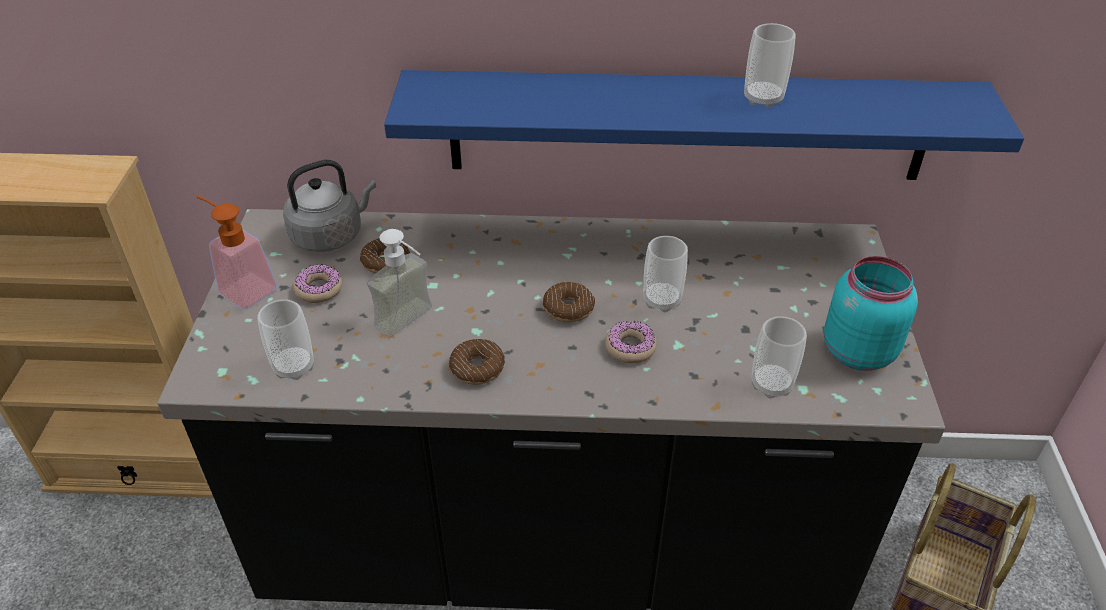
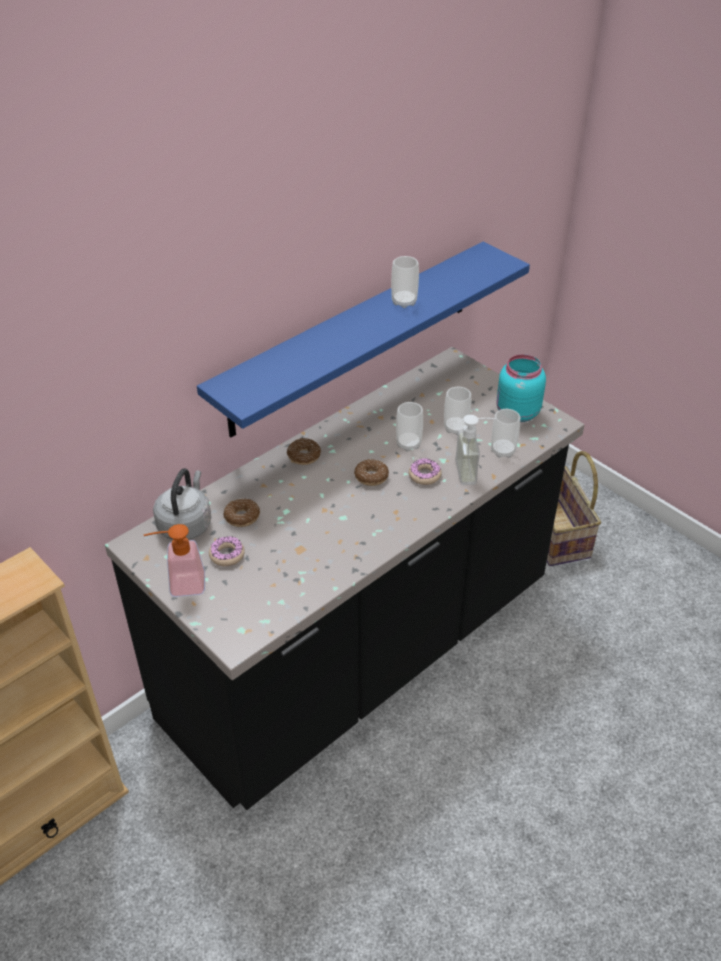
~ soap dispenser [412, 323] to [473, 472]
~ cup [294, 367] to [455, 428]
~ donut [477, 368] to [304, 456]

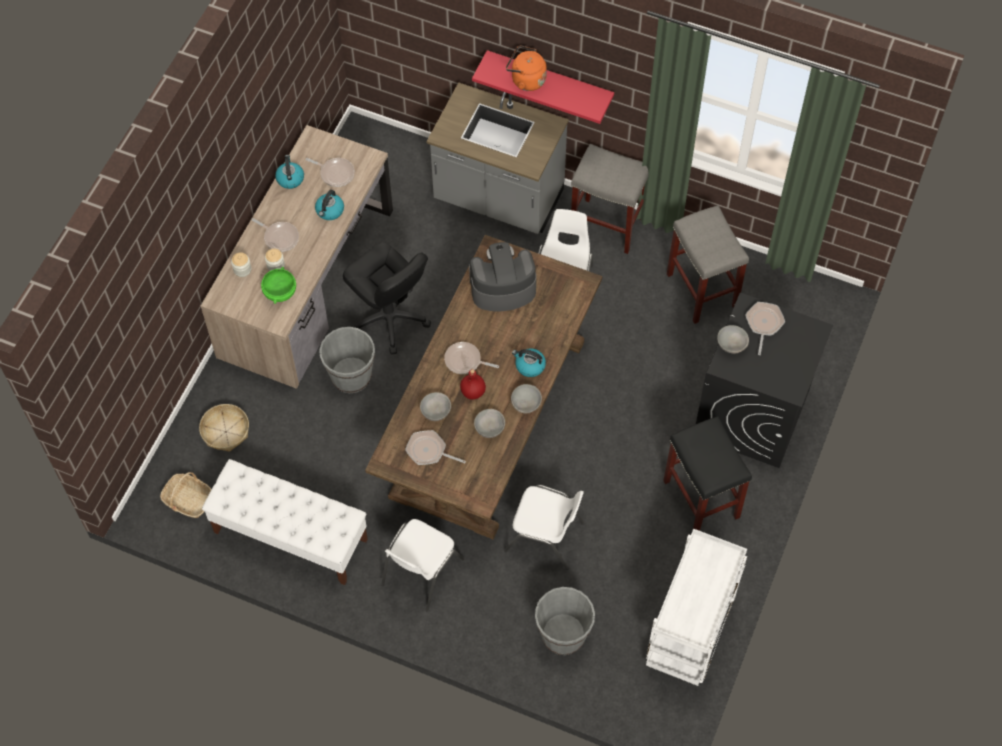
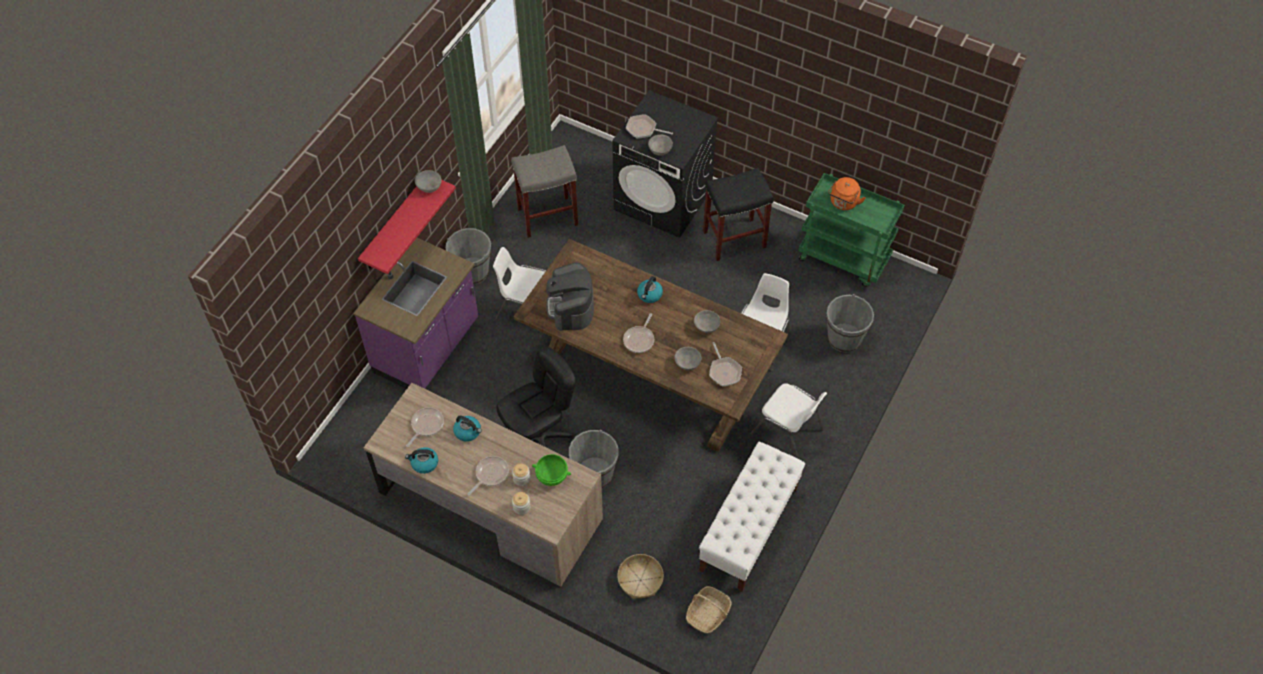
~ orange kettle [526, 79] to [843, 203]
~ grey counter [498, 198] to purple counter [428, 348]
~ grey stool [608, 225] to grey bucket [472, 271]
- red bottle [473, 392]
~ grey bowl [526, 404] to [429, 187]
~ frying pan [429, 451] = [724, 371] 45 degrees counterclockwise
~ white cart [690, 633] to green cart [844, 259]

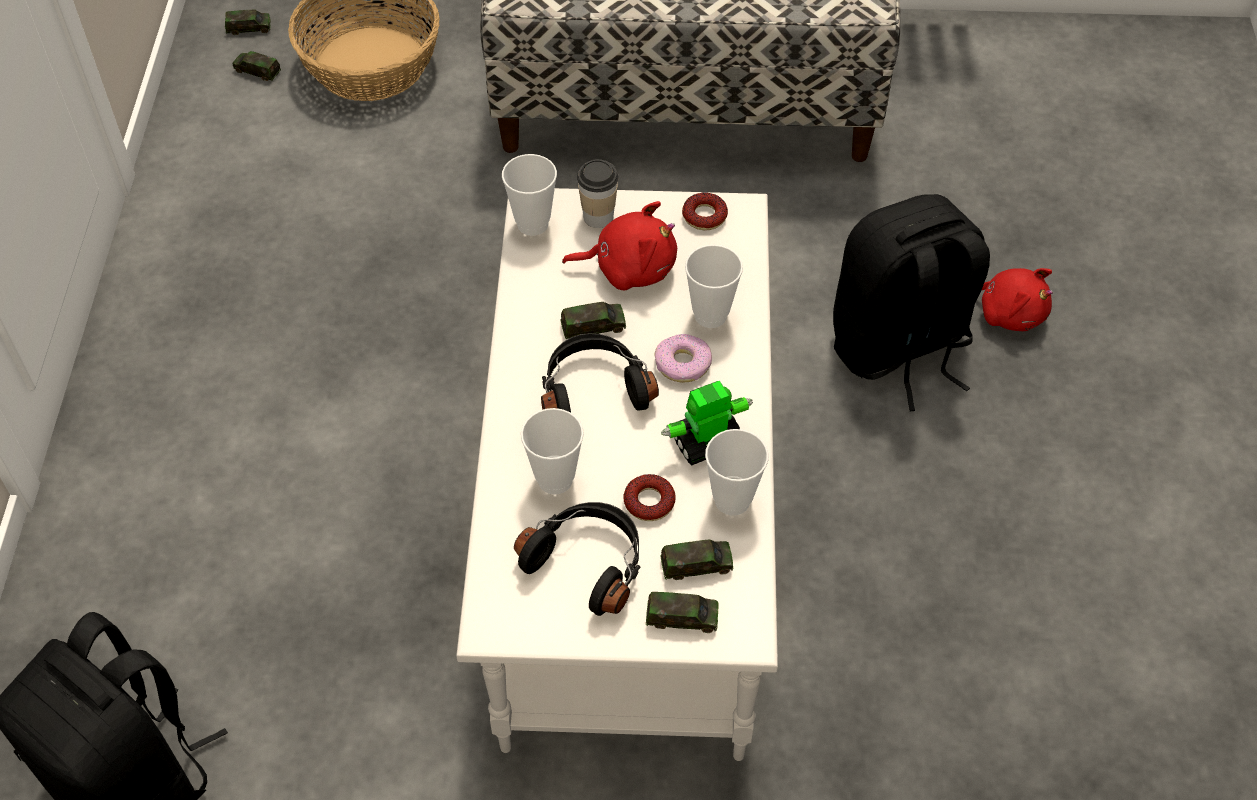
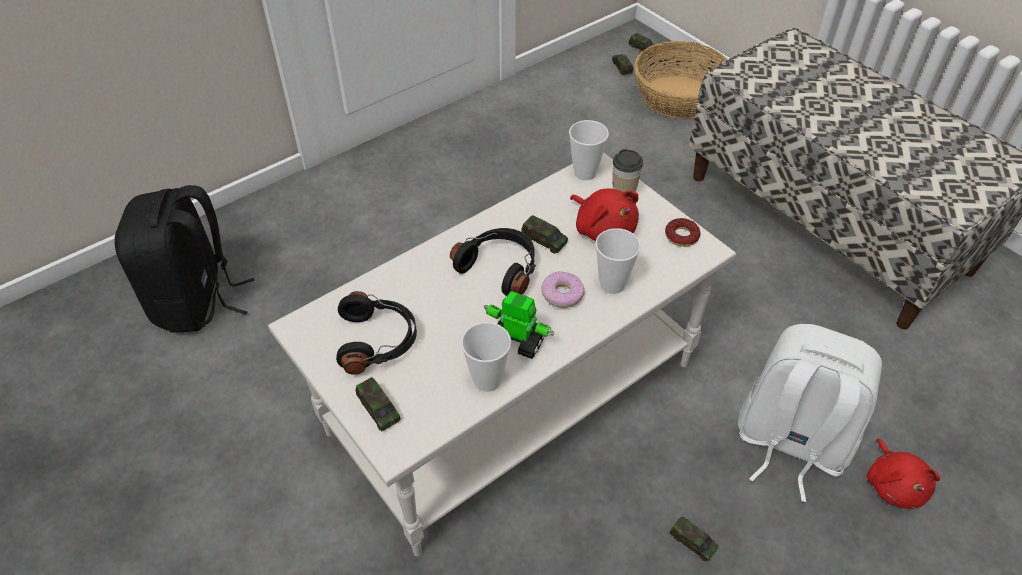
~ black backpack [899, 349] to white backpack [790, 442]
- cup [555, 479]
- donut [649, 502]
~ toy car [696, 565] to [692, 542]

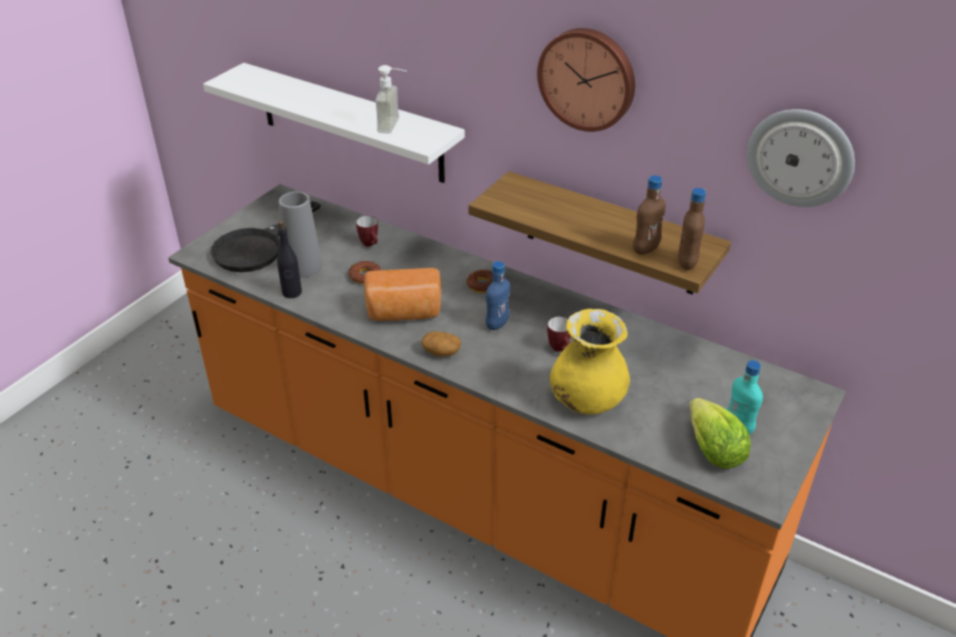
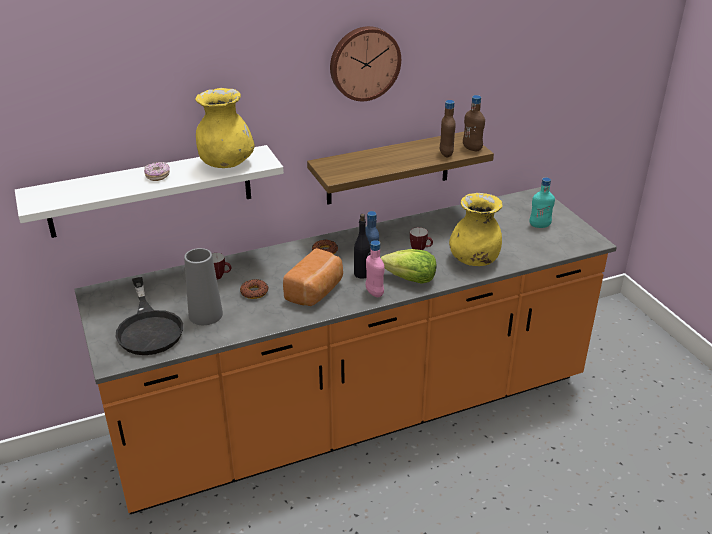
~ soap dispenser [395, 126] to yellow vase [226, 164]
- wall clock [800, 157]
~ black bottle [292, 293] to [362, 274]
~ potato [441, 352] to pink bottle [374, 293]
~ lettuce [713, 451] to [410, 279]
+ donut [158, 176]

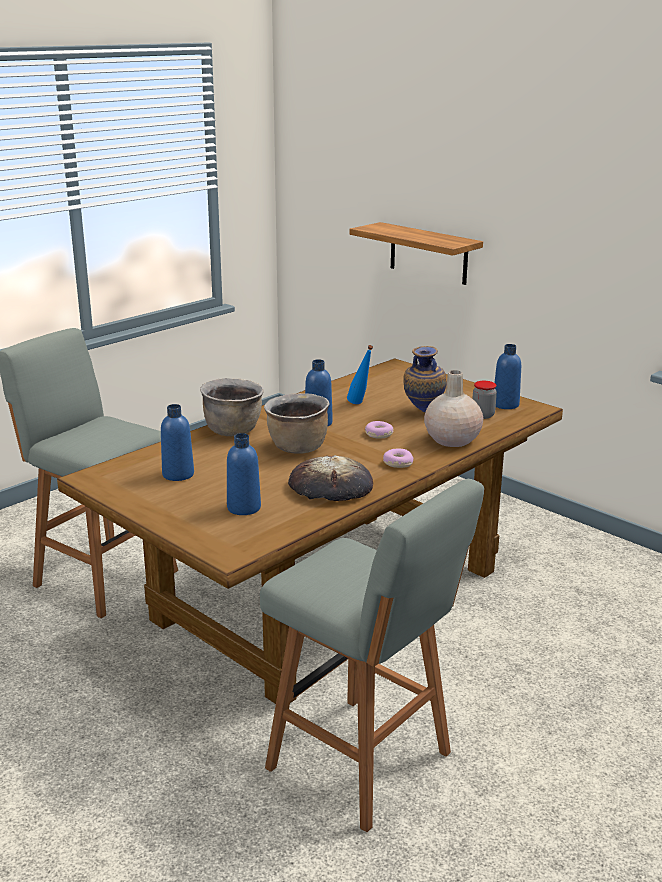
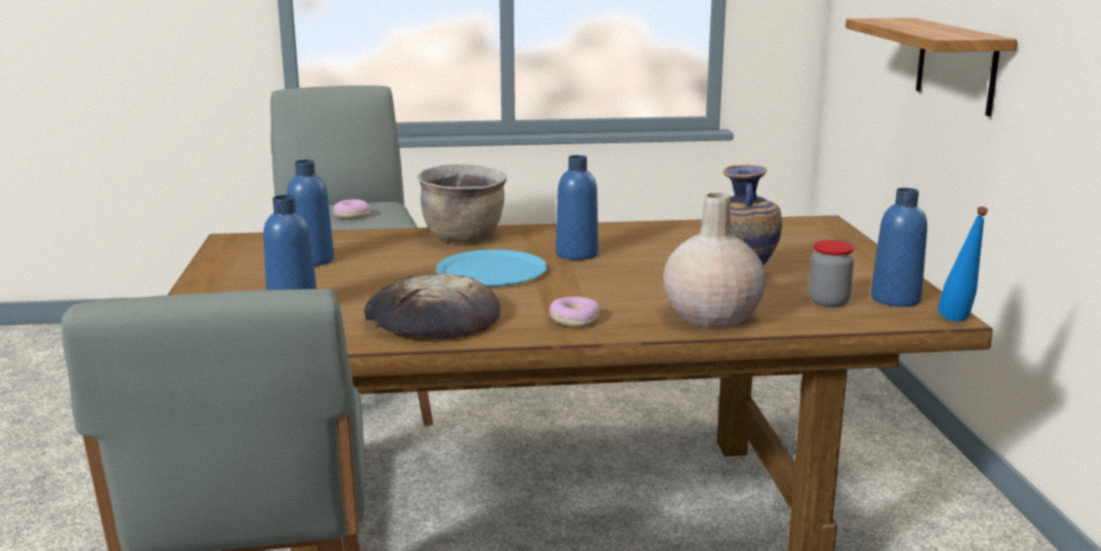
~ blue bottle [360, 404] to [958, 323]
~ brown cooking pot [297, 448] to blue plate [491, 271]
~ donut [379, 434] to [351, 215]

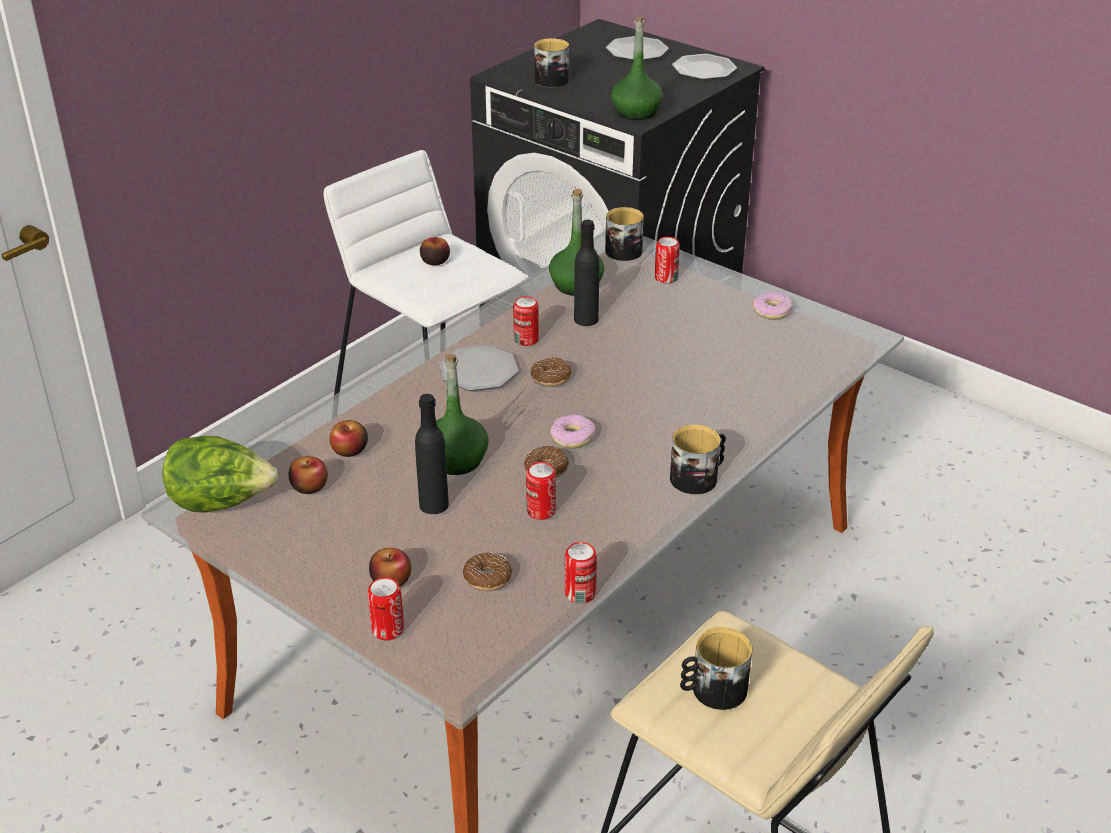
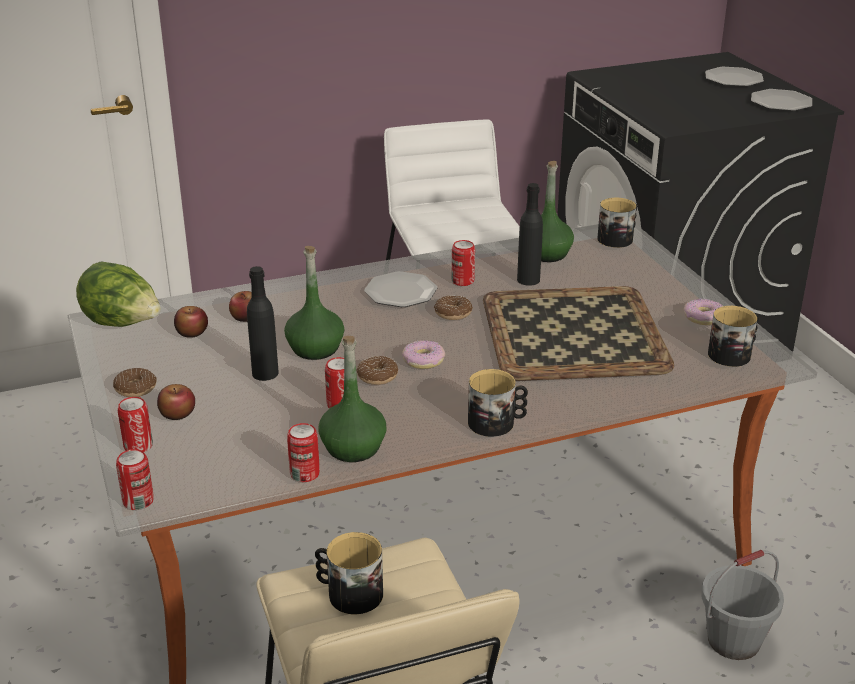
~ green bottle [636, 112] to [353, 447]
~ mug [554, 79] to [733, 353]
- apple [435, 261]
~ can [666, 278] to [138, 501]
~ donut [488, 578] to [135, 388]
+ tray [575, 333]
+ grey bucket [733, 641]

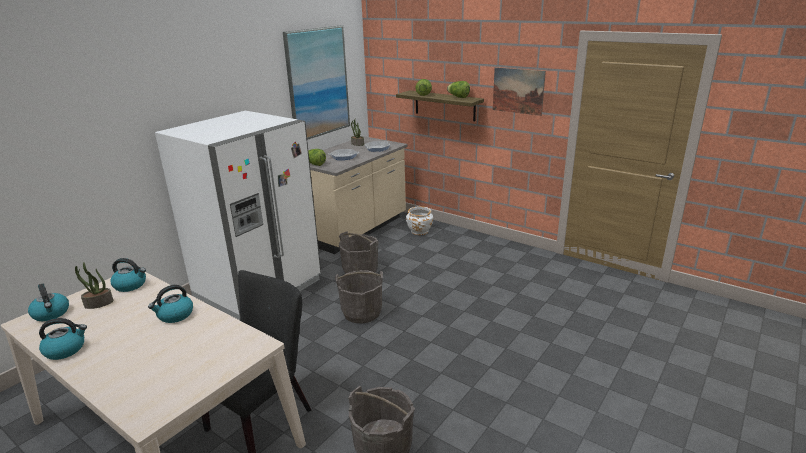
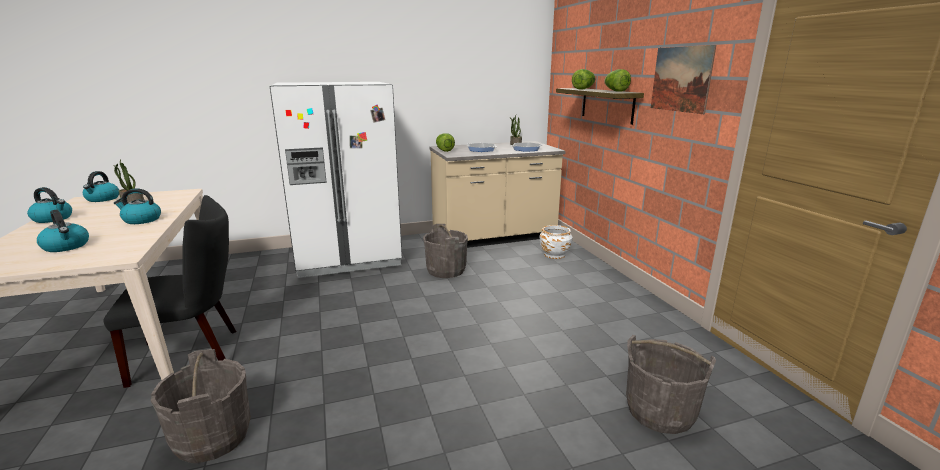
- picture [318, 83]
~ kettle [131, 285] to [66, 246]
~ grey bucket [362, 312] to [660, 411]

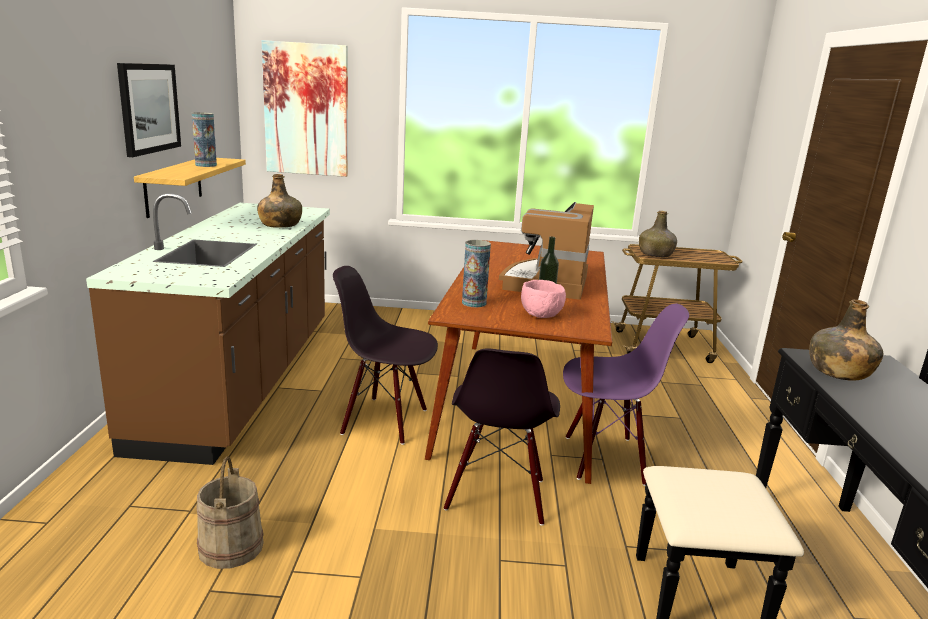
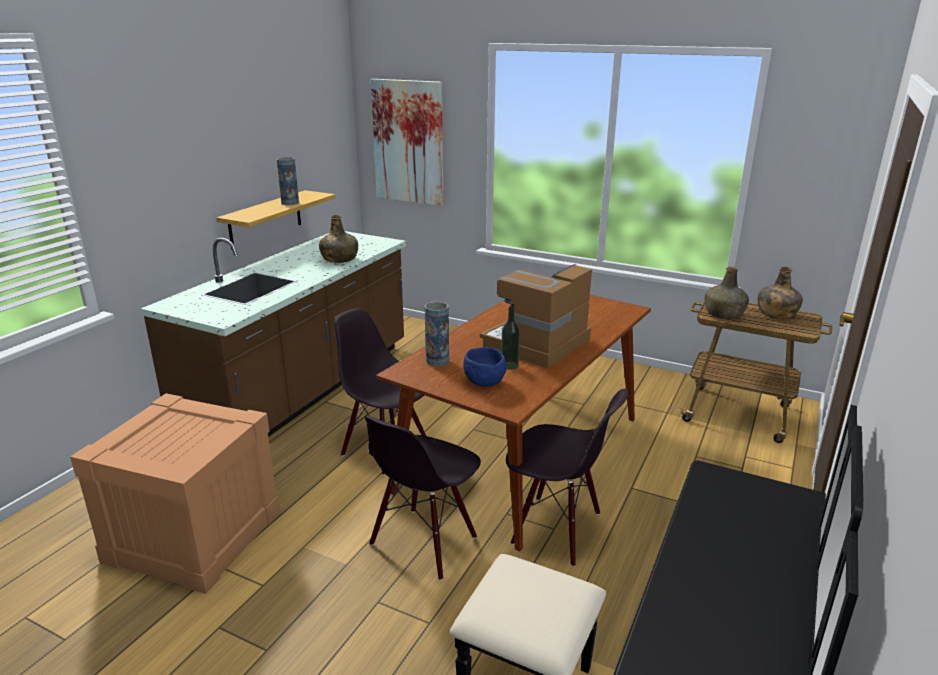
- picture [149, 108]
~ pink bowl [540, 315] to blue bowl [483, 382]
~ green bottle [838, 372] to [776, 313]
~ purple chair [605, 459] to black chair [556, 529]
~ beige bucket [230, 547] to crate [194, 535]

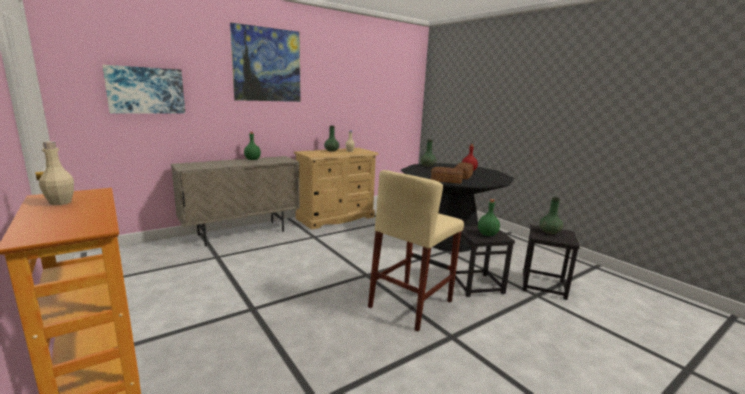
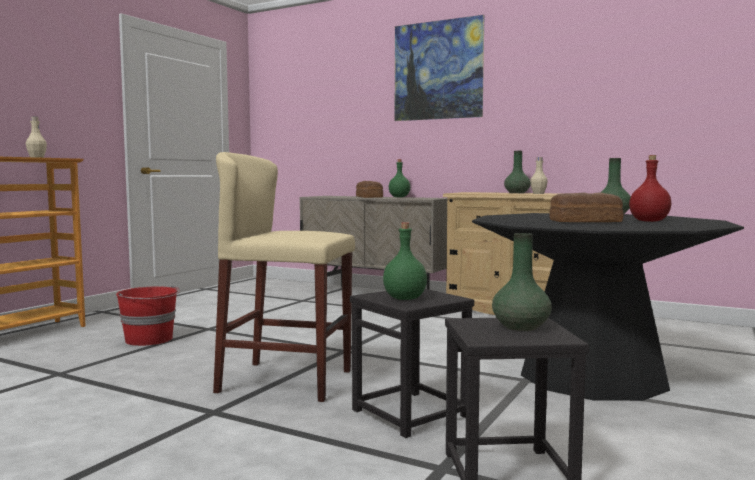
- picture [146, 90]
~ bread [446, 181] to [368, 197]
+ red bucket [150, 339]

